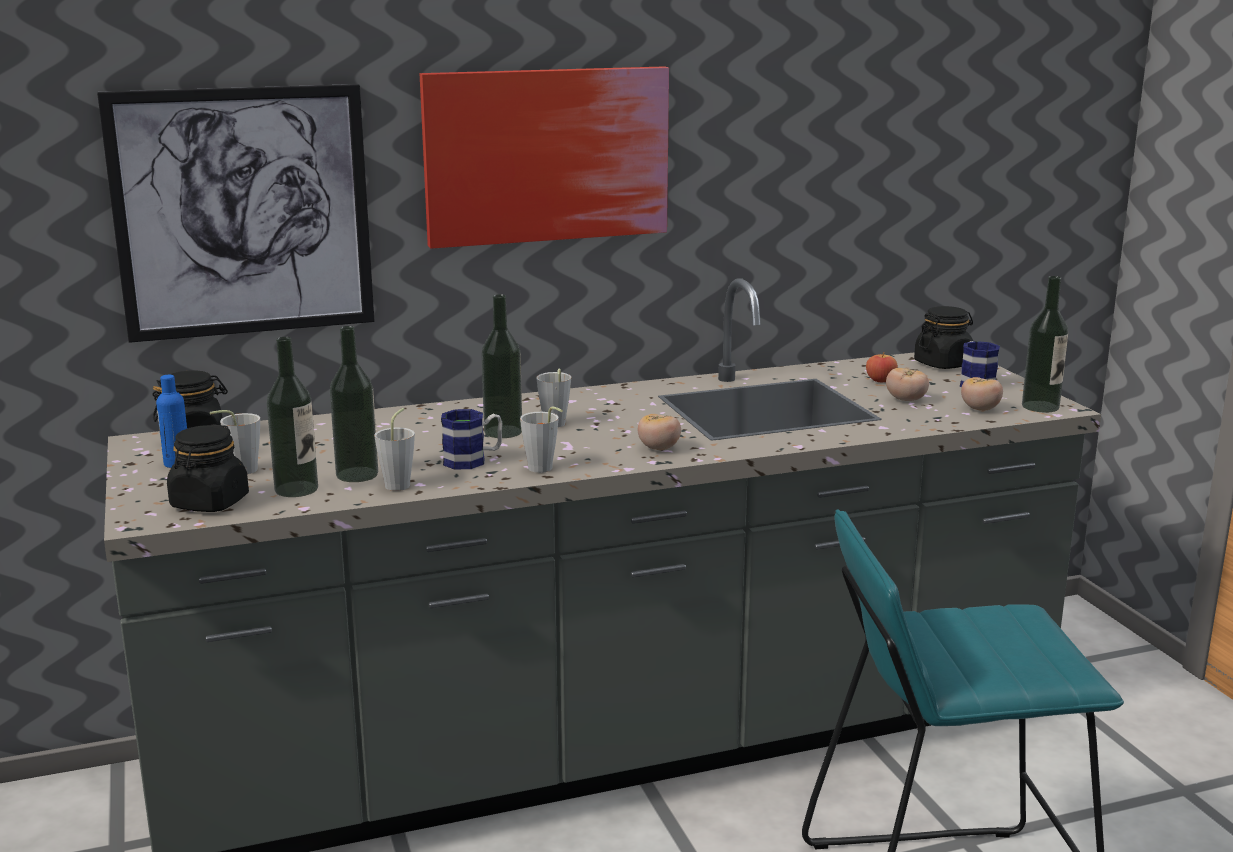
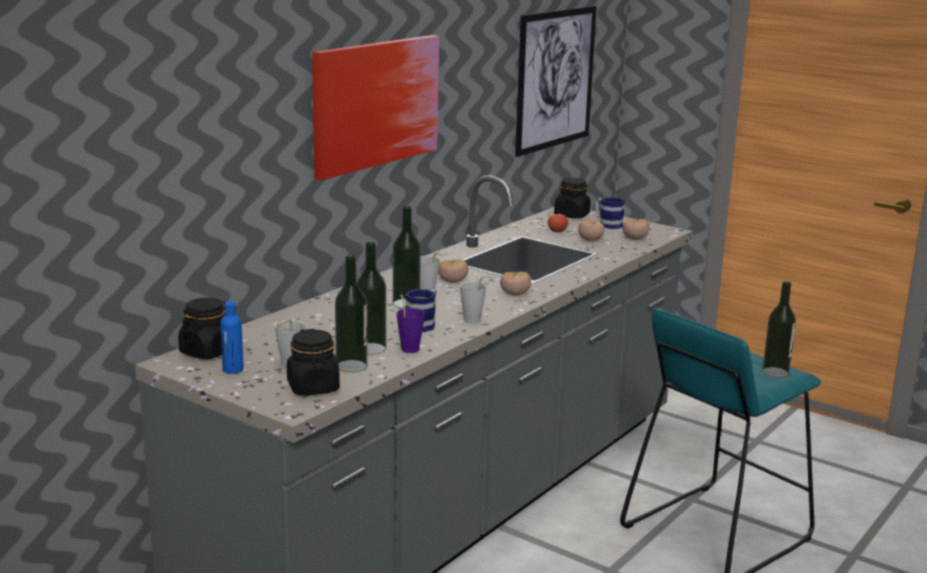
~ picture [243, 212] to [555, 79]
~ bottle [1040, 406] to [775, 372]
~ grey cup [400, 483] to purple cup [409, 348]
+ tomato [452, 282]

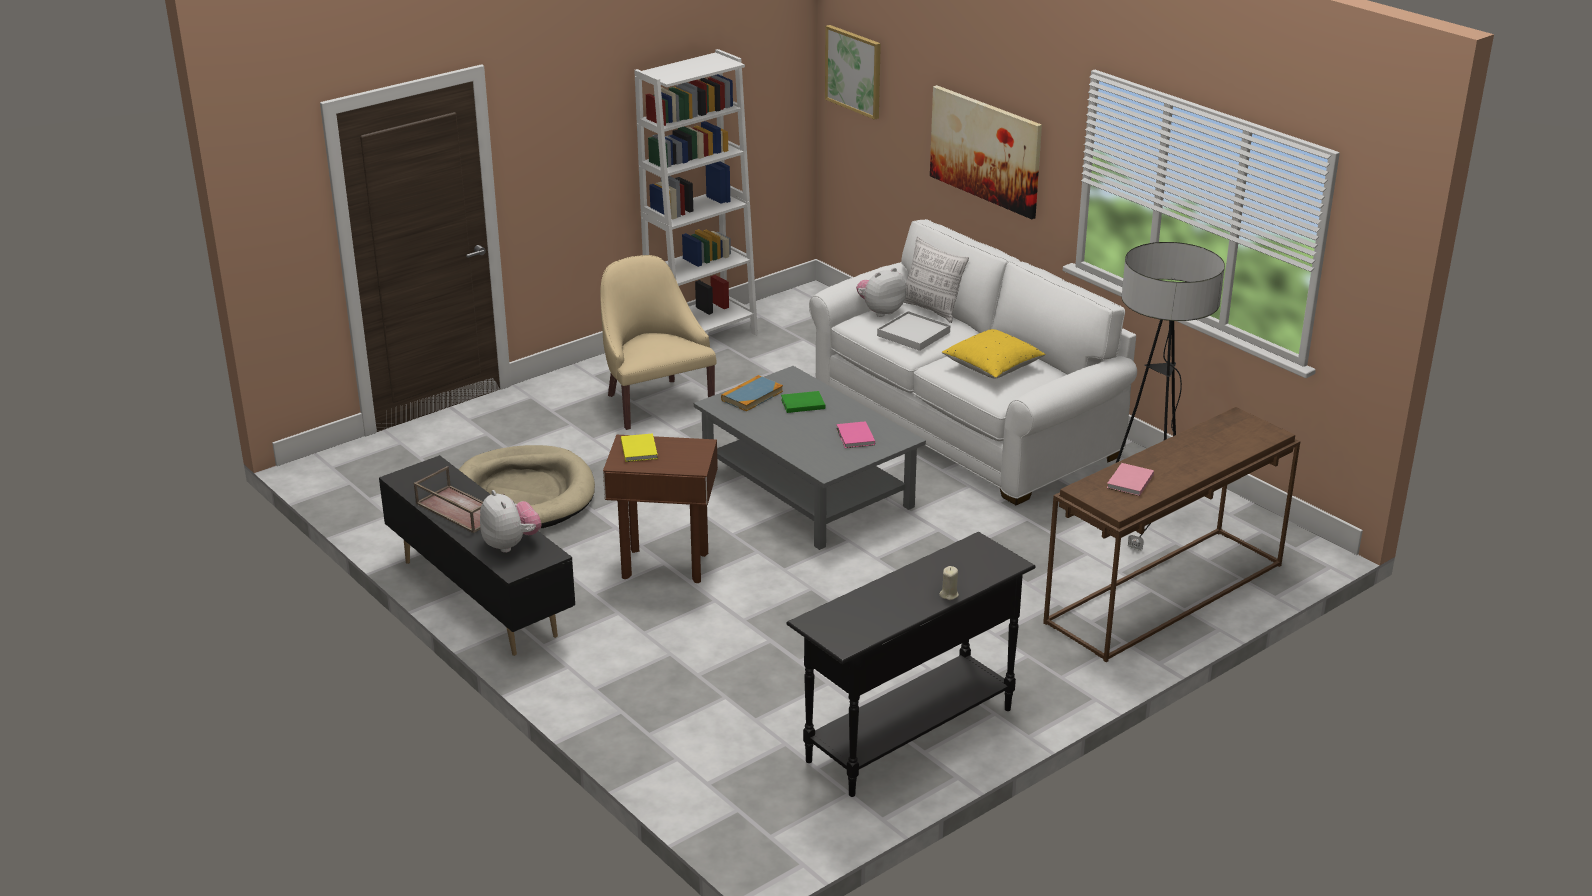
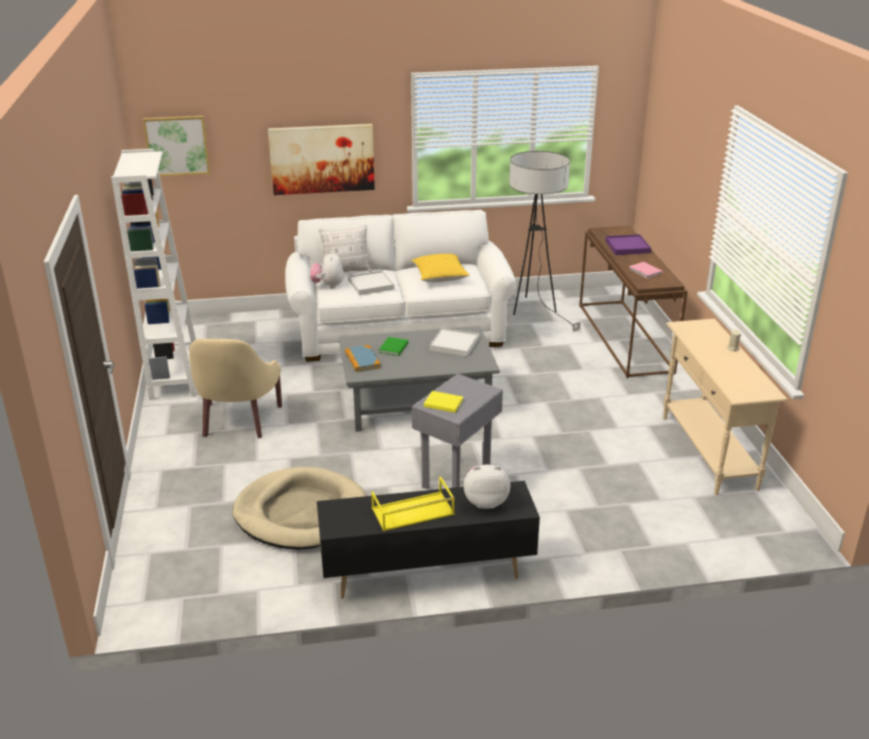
~ beige armchair [655, 402] = [238, 421] 90 degrees counterclockwise
~ pink book [855, 437] to white tray [454, 344]
~ brown side table [665, 565] to grey side table [457, 480]
~ brown tray [459, 509] to yellow tray [412, 512]
~ black console table [908, 735] to beige console table [708, 452]
+ purple tray [627, 247]

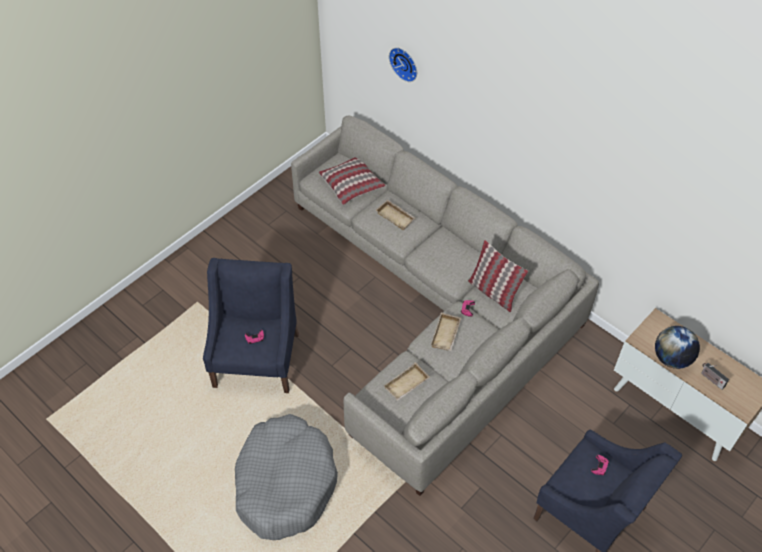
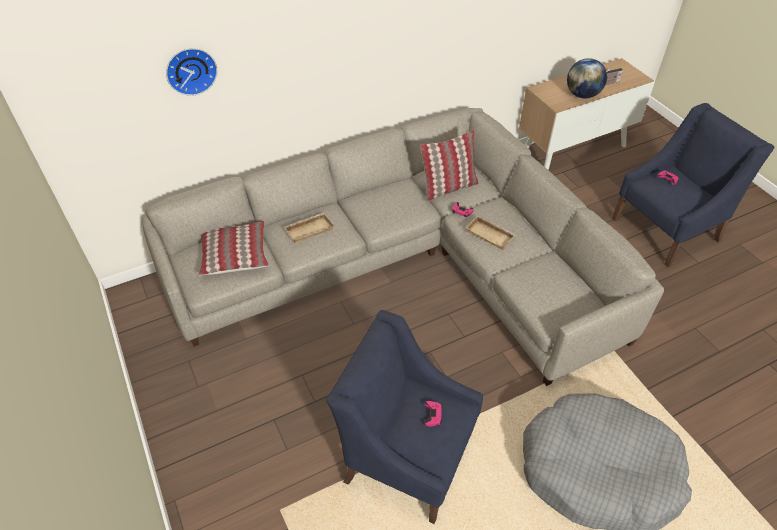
- beige tray [406, 385]

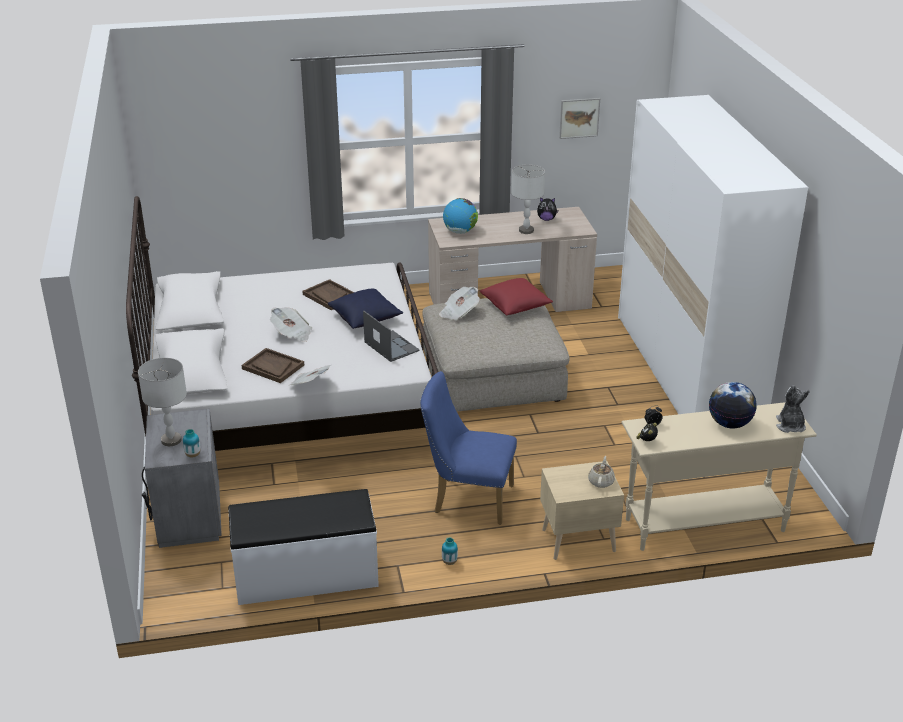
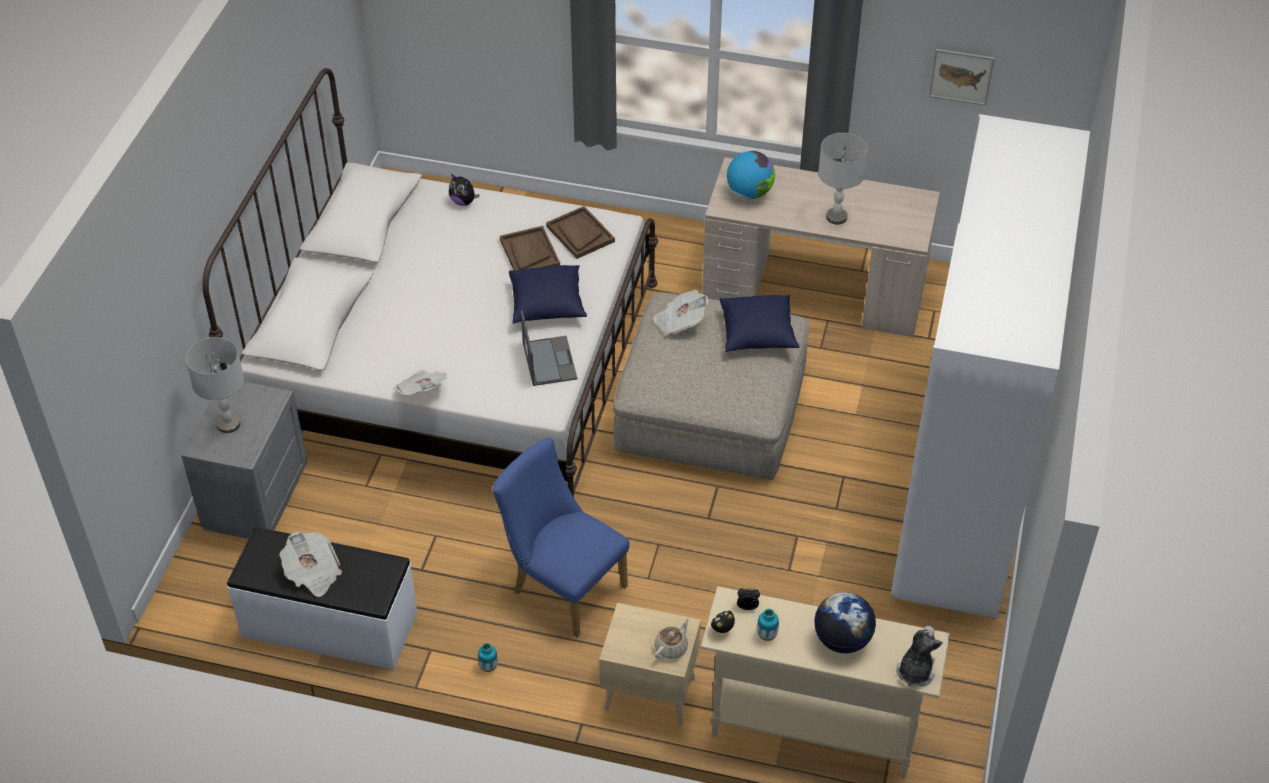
~ plush toy [546, 219] to [463, 202]
~ red pillow [515, 306] to blue pillow [758, 334]
~ newspaper [292, 334] to [313, 573]
~ brown tray [273, 367] to [580, 234]
~ vase [193, 455] to [767, 635]

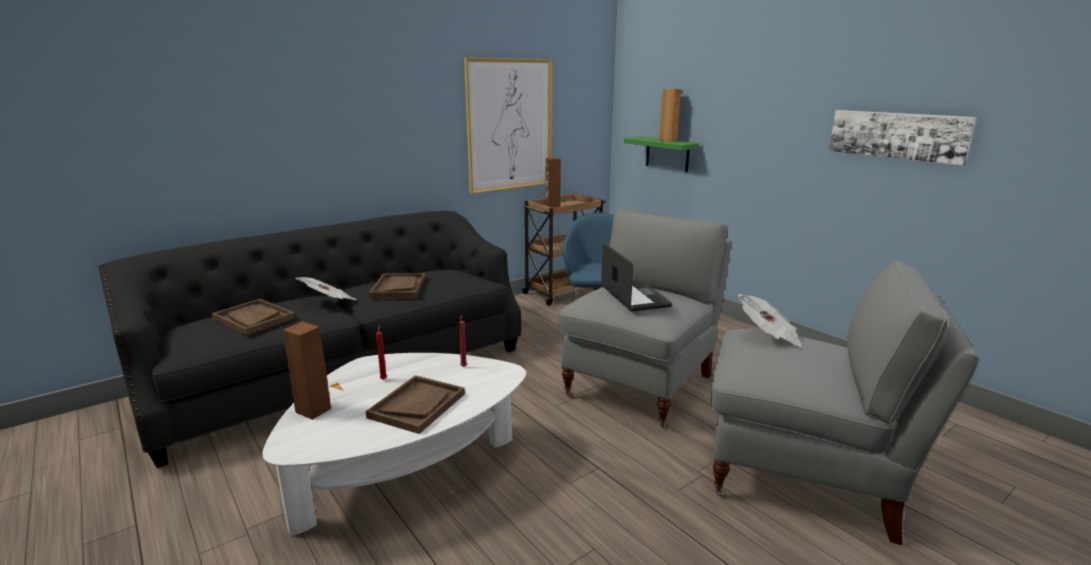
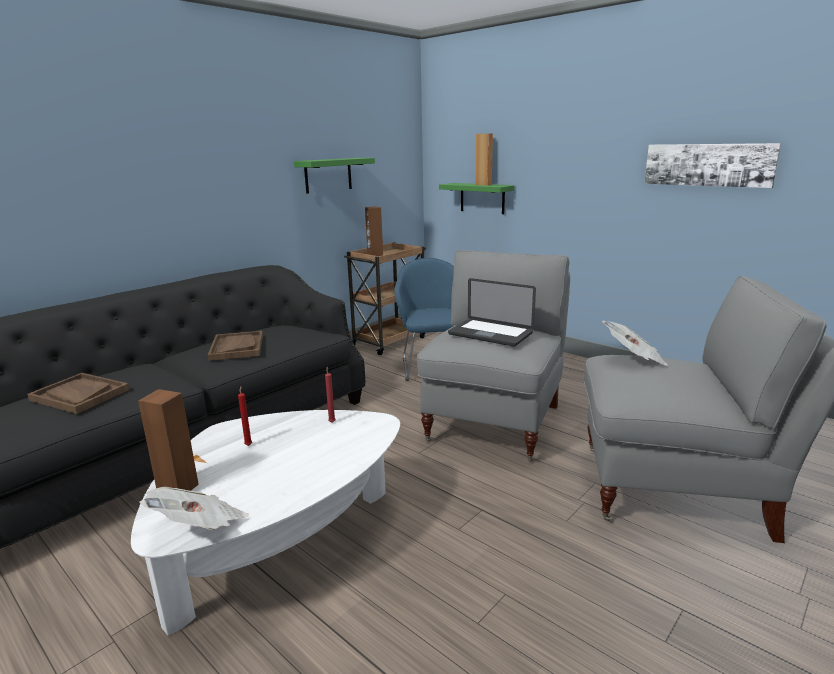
~ picture [510, 125] to green shelf [328, 175]
~ laptop [634, 296] = [490, 334] 150 degrees clockwise
~ newspaper [329, 302] to [201, 527]
- brown tray [417, 405]

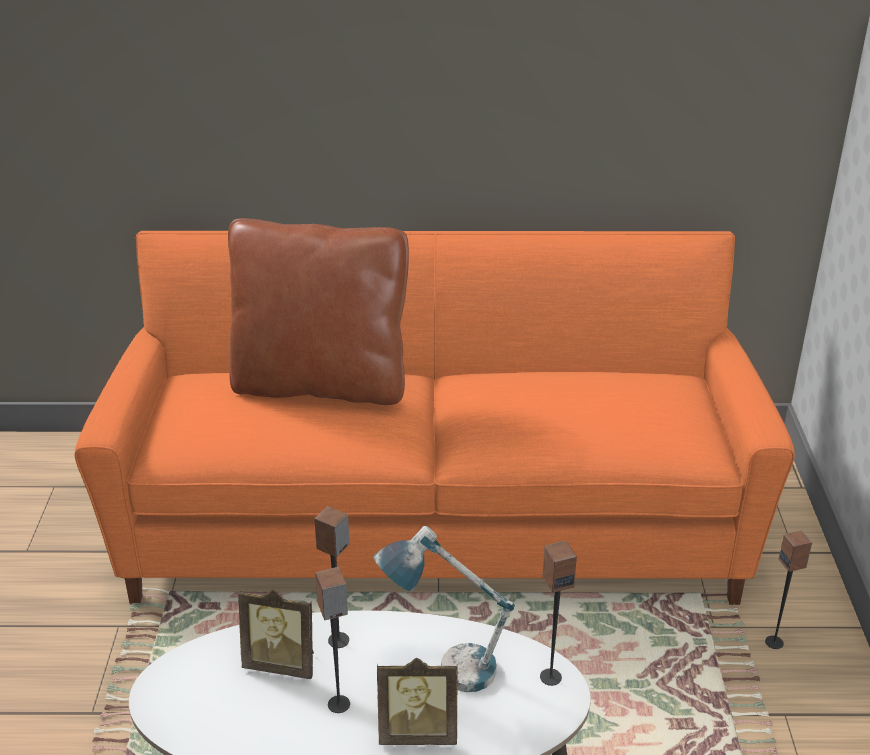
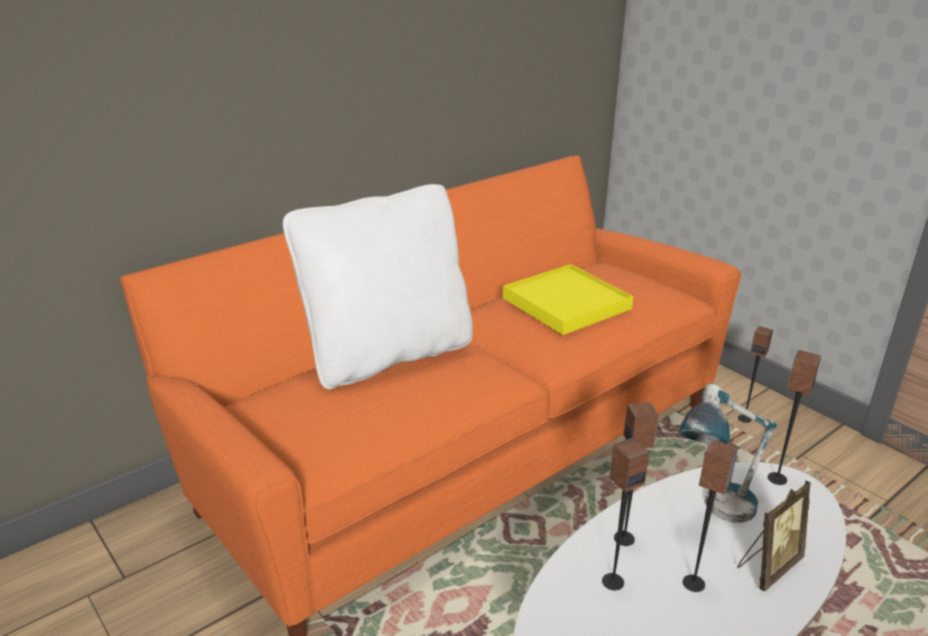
~ brown pillow [321, 384] to white pillow [387, 355]
~ picture frame [282, 663] to speaker [612, 581]
+ yellow tray [566, 303]

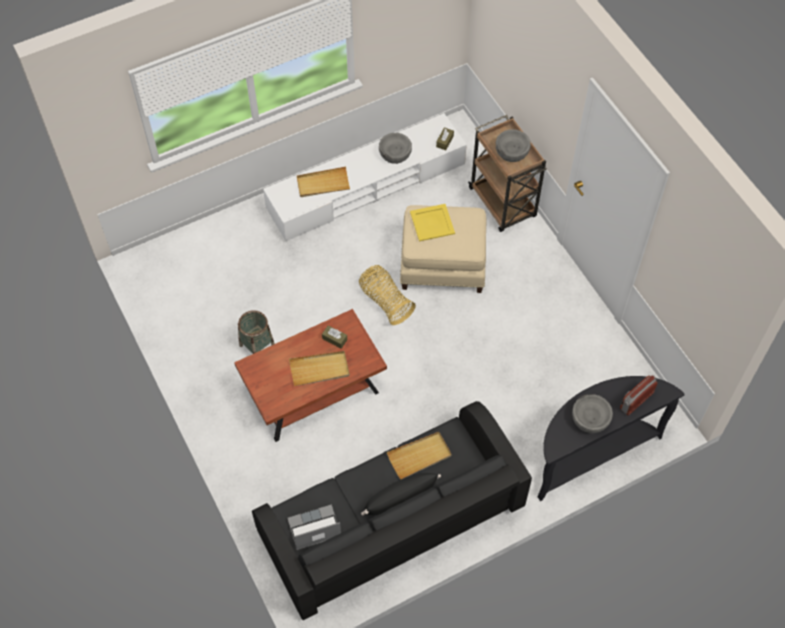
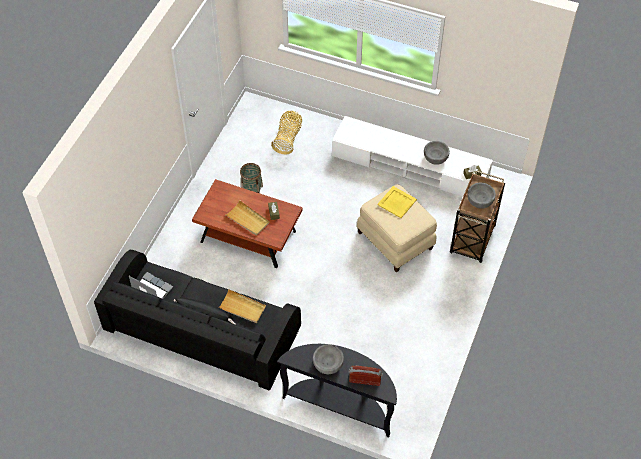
- beige tray [323, 184]
~ basket [385, 301] to [288, 138]

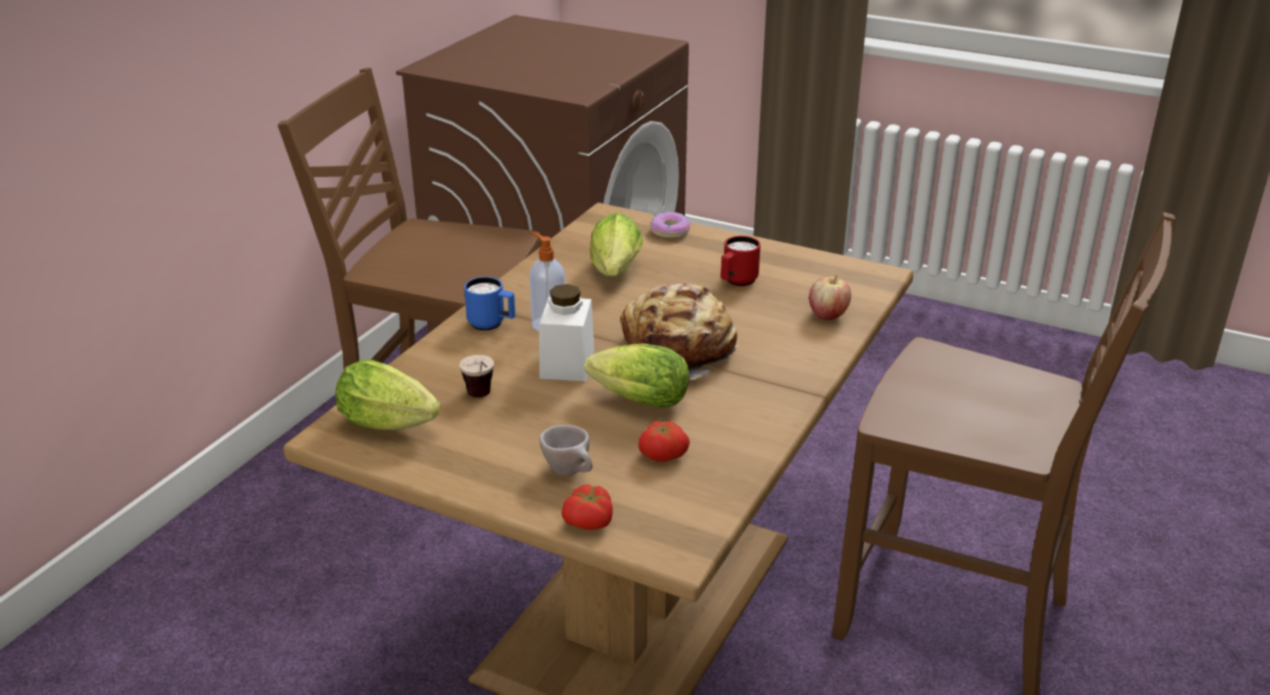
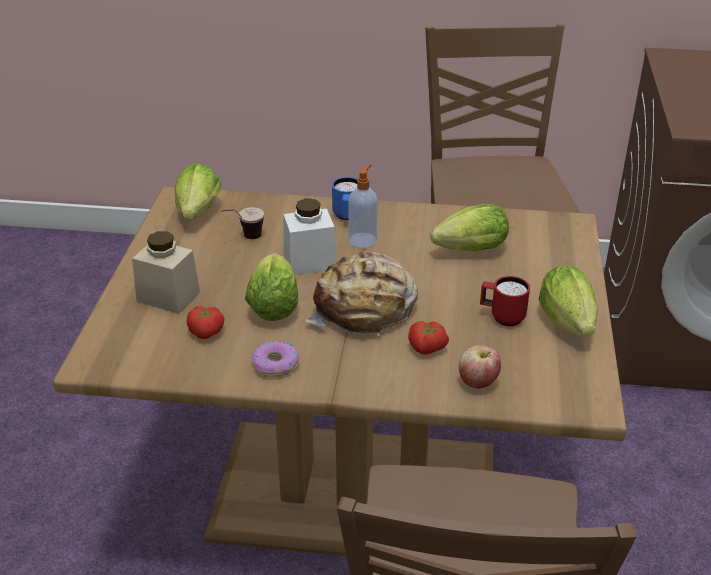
~ donut [670, 231] to [275, 365]
~ beige cup [571, 472] to beige jar [168, 296]
~ tomato [590, 522] to [426, 348]
+ lettuce [569, 326]

